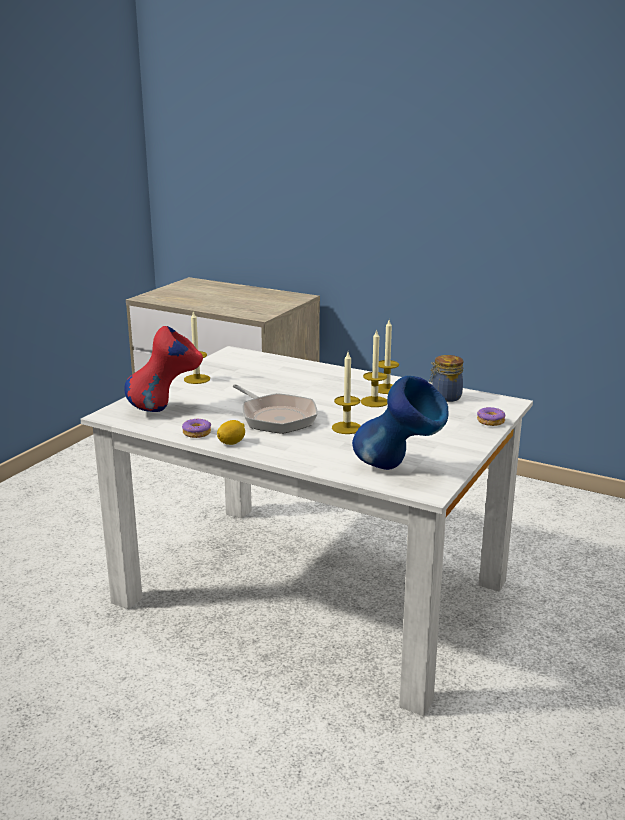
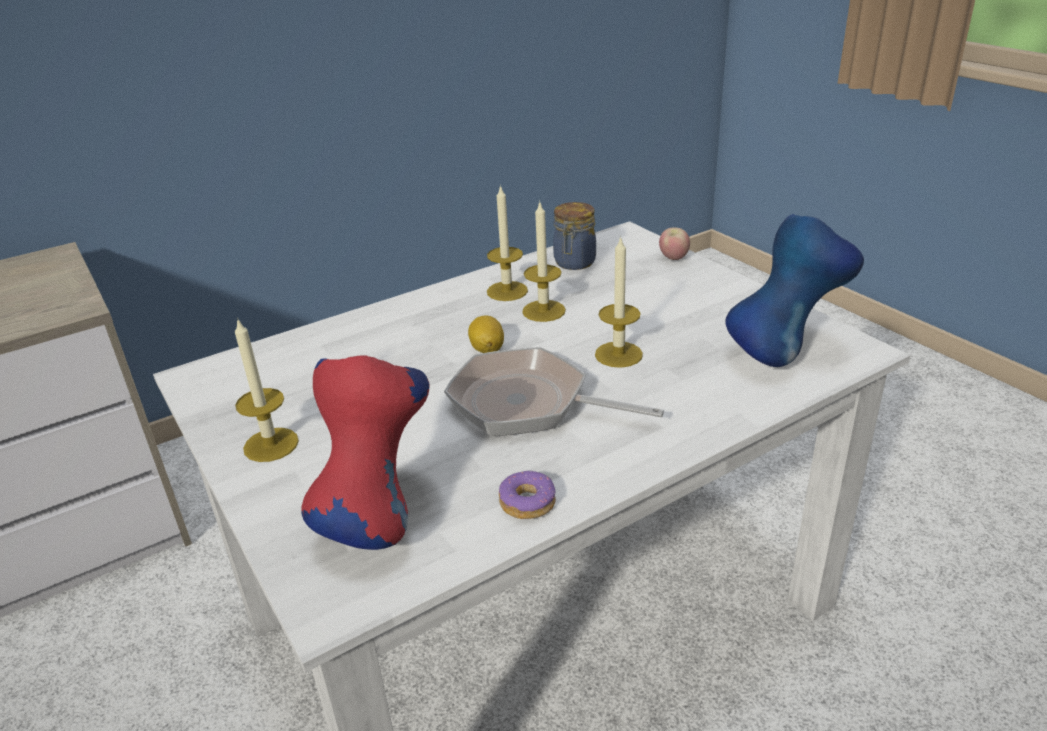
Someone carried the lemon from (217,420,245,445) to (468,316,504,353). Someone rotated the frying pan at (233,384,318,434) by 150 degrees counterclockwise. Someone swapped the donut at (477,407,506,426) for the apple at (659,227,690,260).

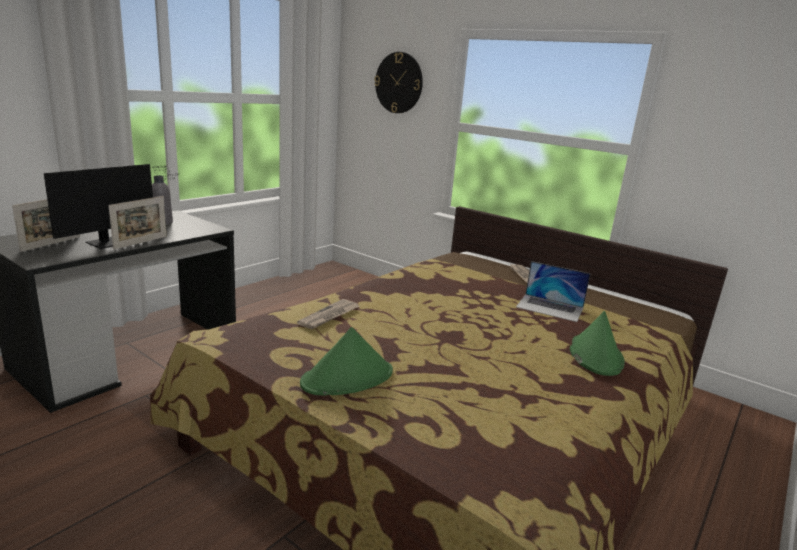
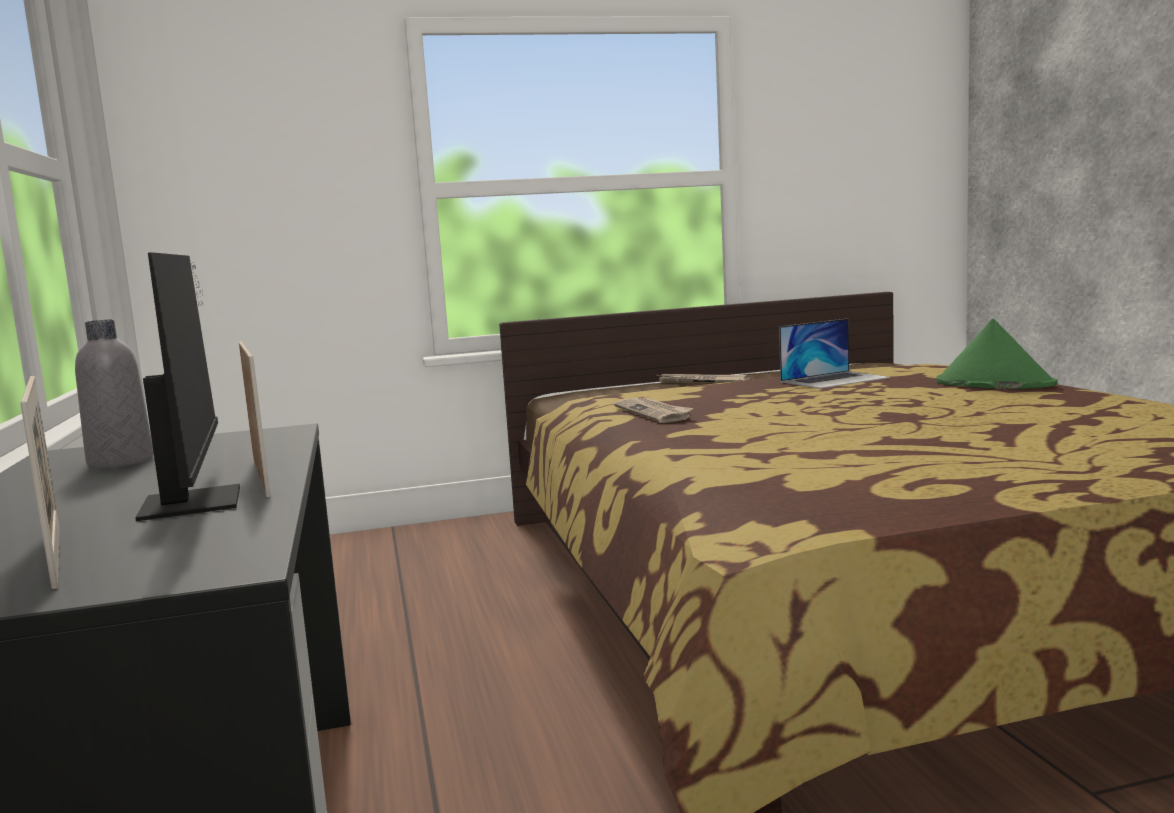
Someone carried the newspaper from (297,299,360,329) to (614,398,693,423). Someone took away the green hat at (300,327,393,395). Someone took away the wall clock at (374,52,423,113).

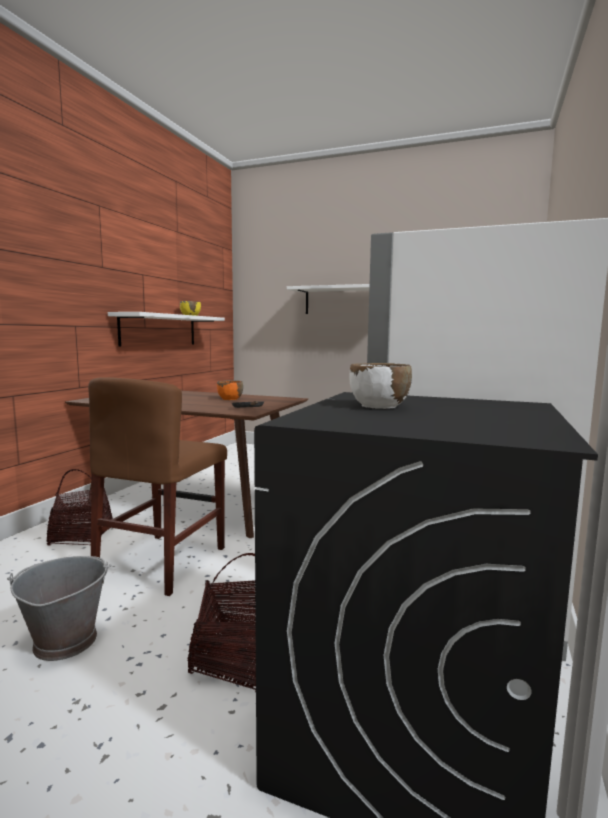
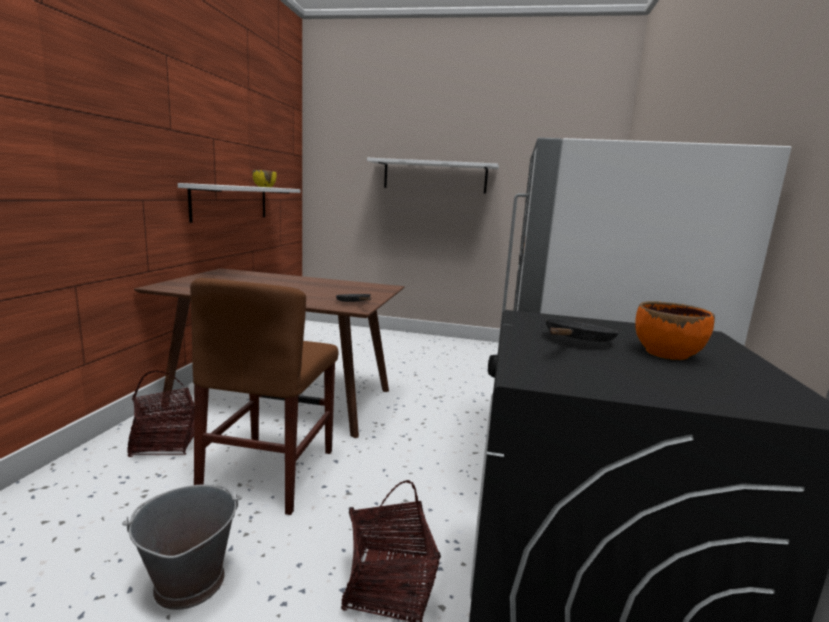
Someone carried the orange bowl from (217,380,243,400) to (635,301,715,360). Someone swapped the white bowl at (350,363,412,409) for the black frying pan at (545,318,619,342).

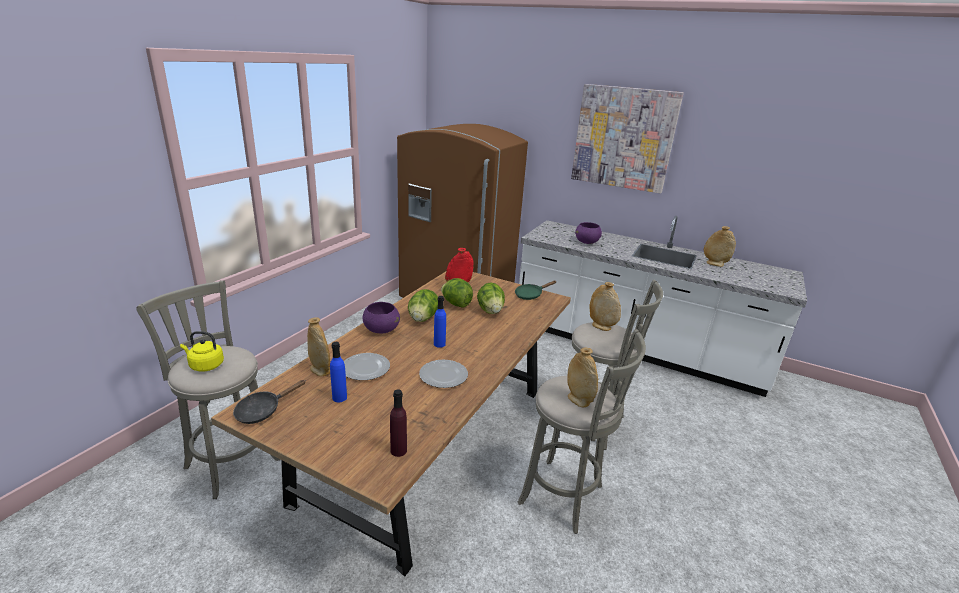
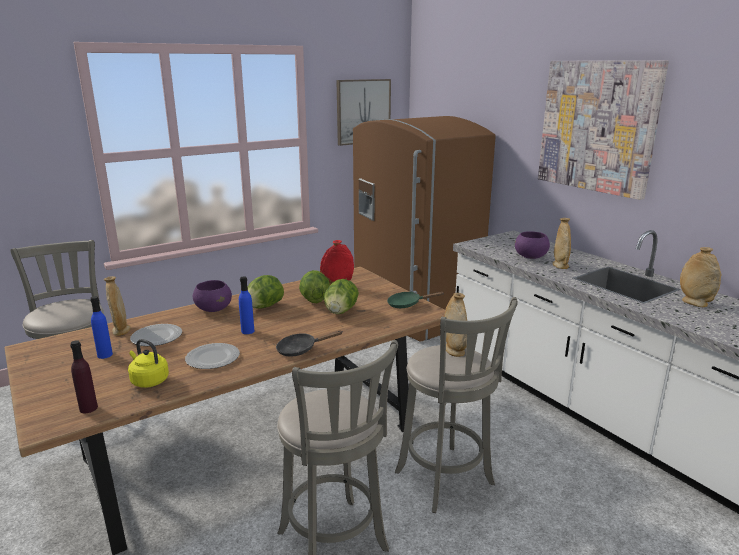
Someone carried the yellow kettle from (180,331,224,372) to (128,339,169,388). Someone carried the black frying pan from (233,380,305,424) to (276,330,342,357). Someone carried the beige vase from (567,348,598,408) to (552,218,571,269). Someone put up the picture at (336,79,391,146).

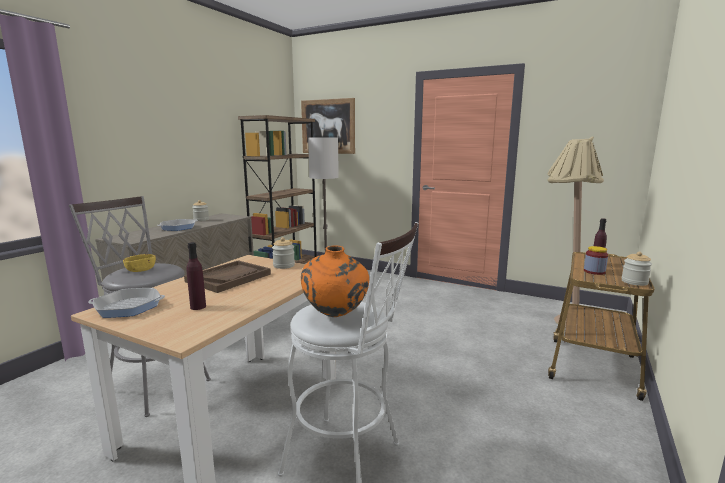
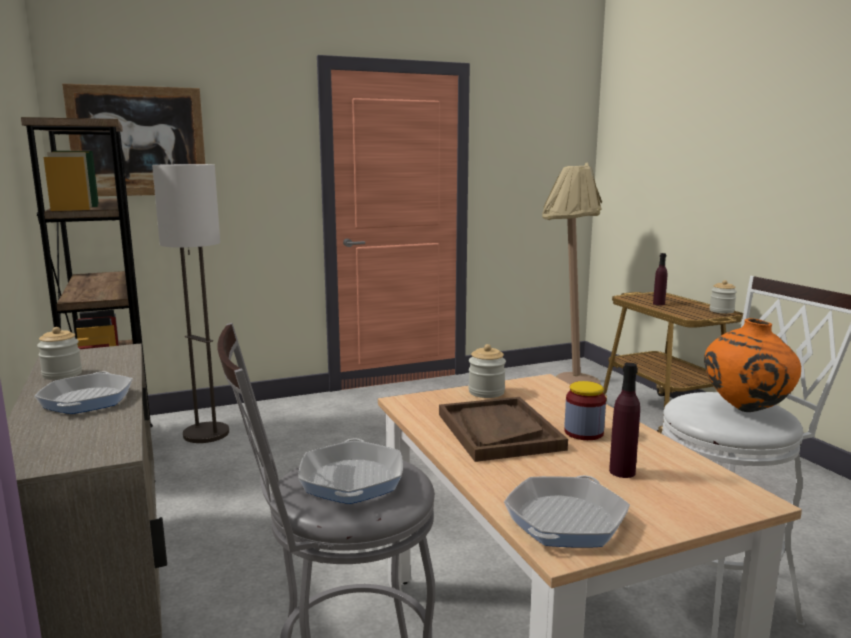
Someone swapped the yellow bowl at (123,254,156,272) for the frying pan at (298,438,403,504). Someone carried the jar from (584,246,608,275) to (564,381,606,440).

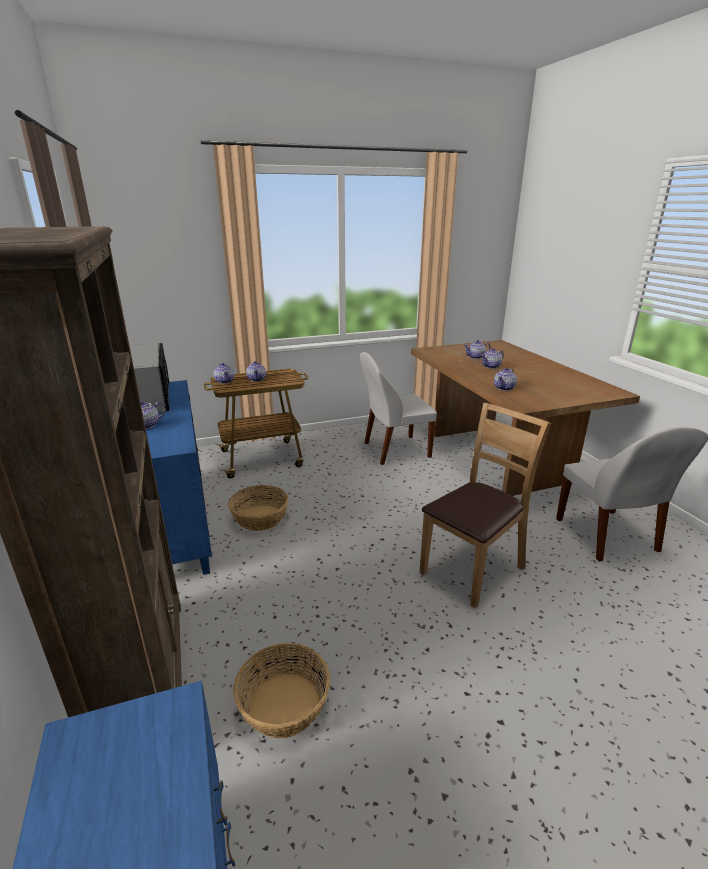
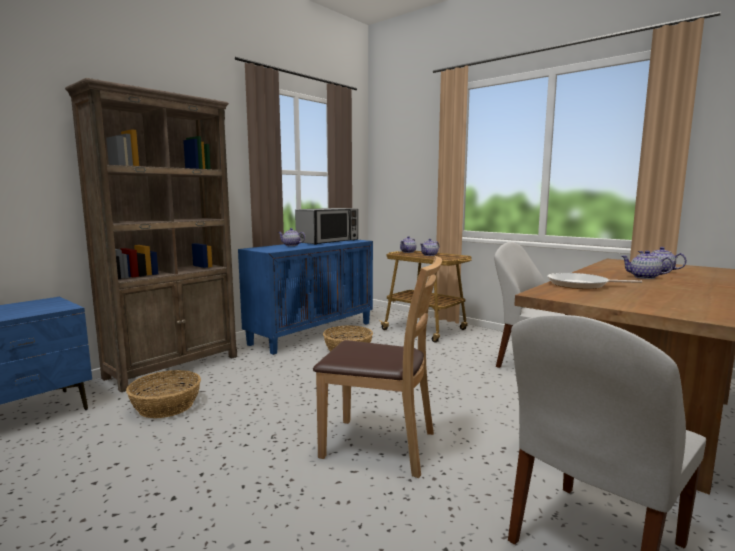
Someone swapped the teapot at (494,368,517,391) for the frying pan at (547,273,642,289).

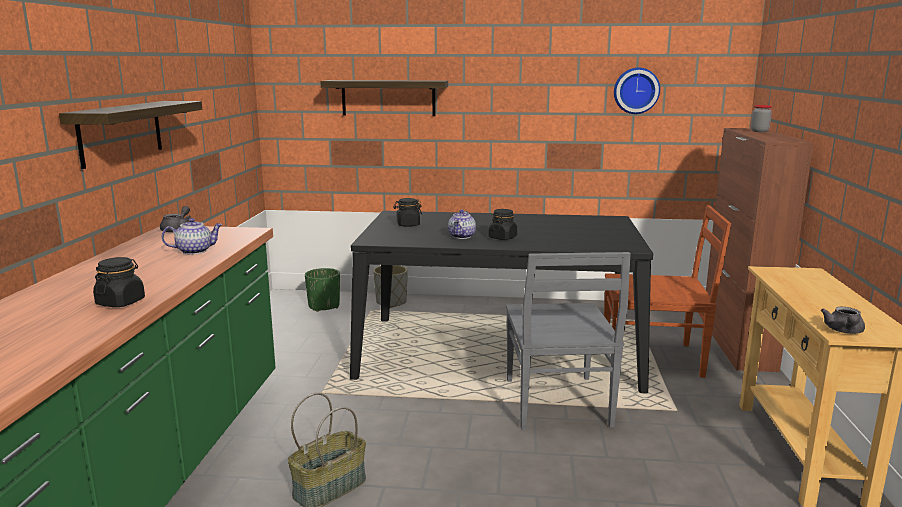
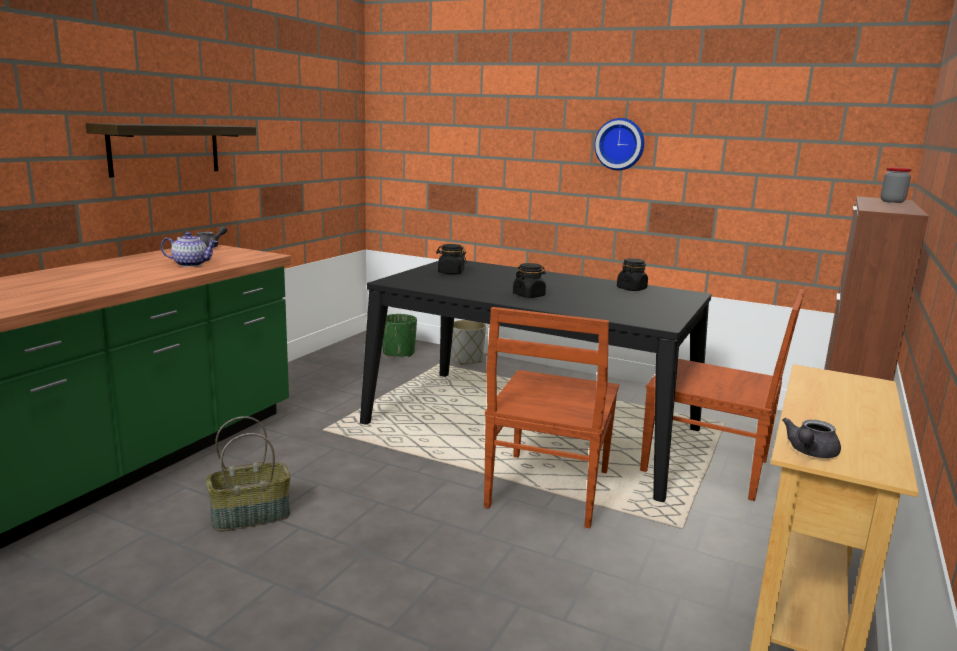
Someone carried the black jar from (93,257,145,307) to (617,259,648,291). Someone took away the shelf at (321,80,448,116). Someone took away the teapot at (448,210,476,239). Someone repainted the grey chair at (506,252,631,430), which became the brown chair at (484,307,619,528). Someone carried the wall clock from (614,68,660,114) to (594,118,644,170).

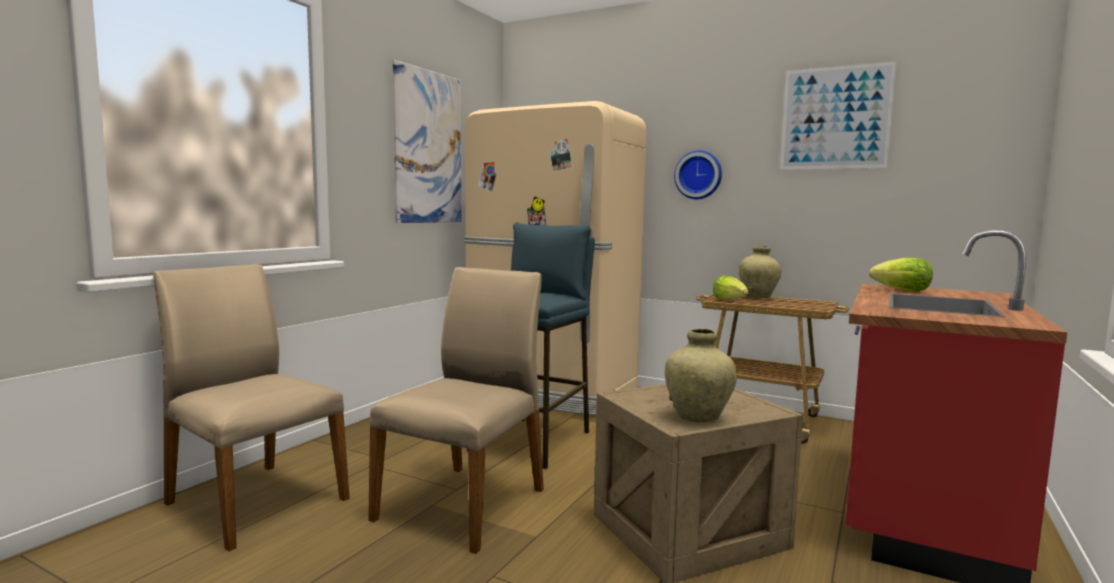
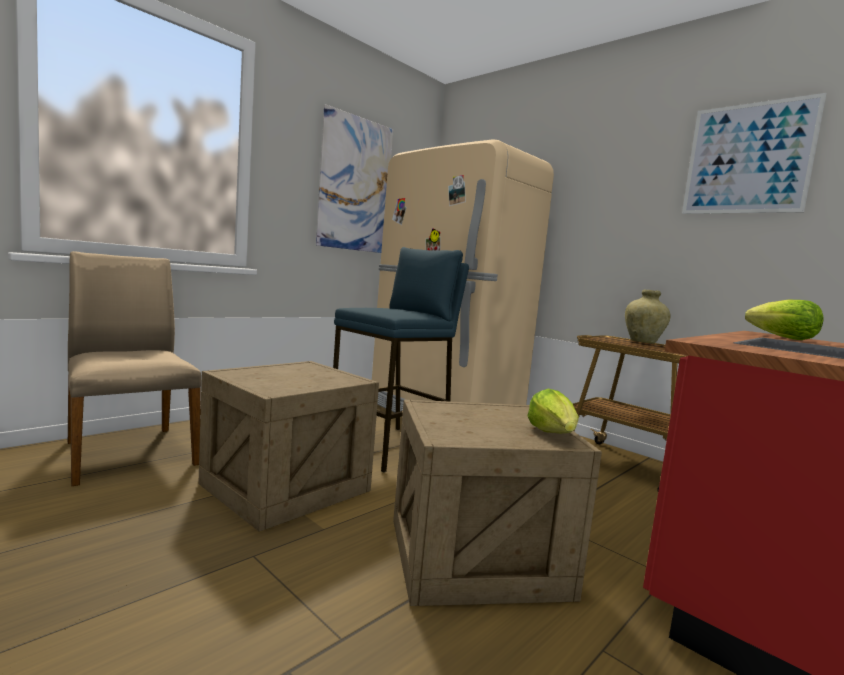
Someone swapped the beige chair at (368,267,544,554) for the crate at (198,361,379,532). Someone took away the beige vase at (665,329,737,423). Someone took away the wall clock at (674,150,722,199). Someone carried the lettuce from (713,275,748,300) to (527,388,579,433).

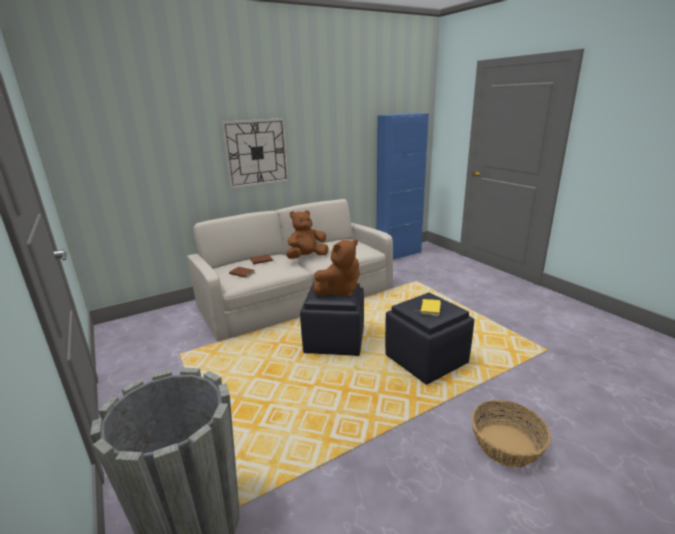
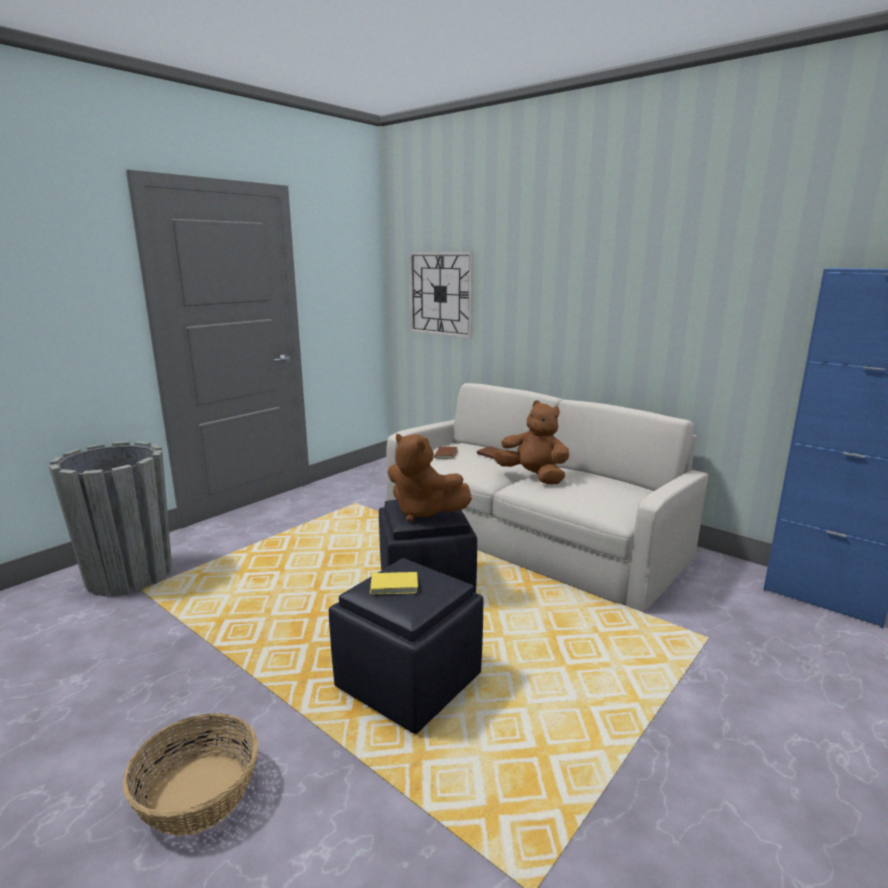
Someone carried the wall clock from (222,118,289,189) to (409,252,474,338).

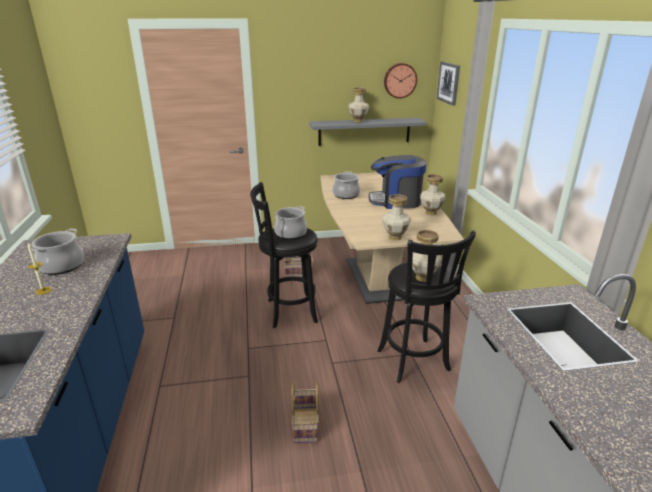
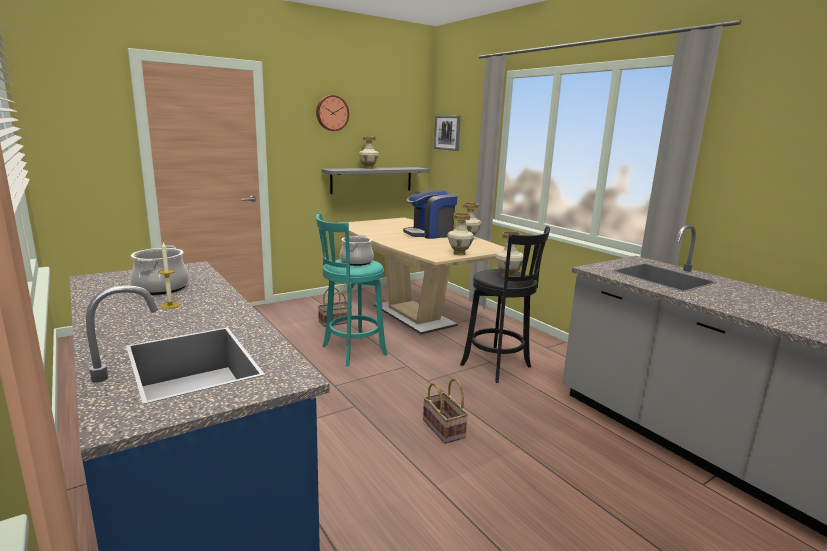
Someone repainted the black stool at (250,182,318,328), which became the turquoise stool at (316,212,388,366). Someone took away the cooking pot at (332,171,360,199). Someone carried the wall clock from (384,63,417,99) to (316,95,349,131).

